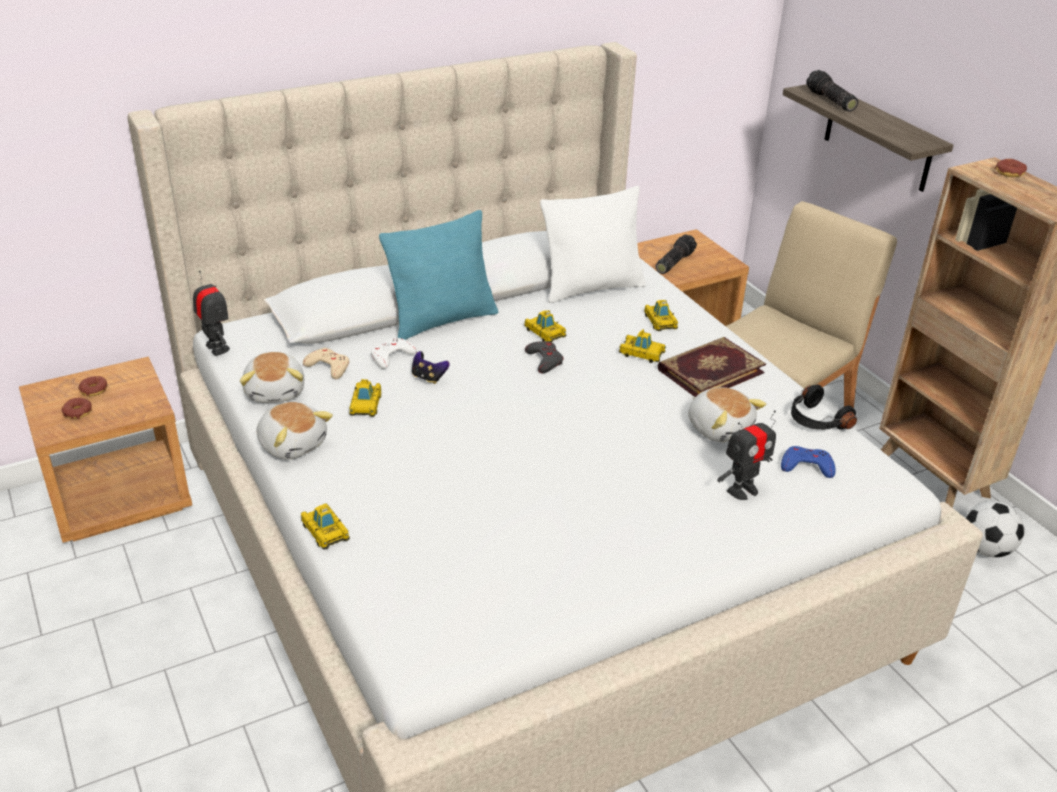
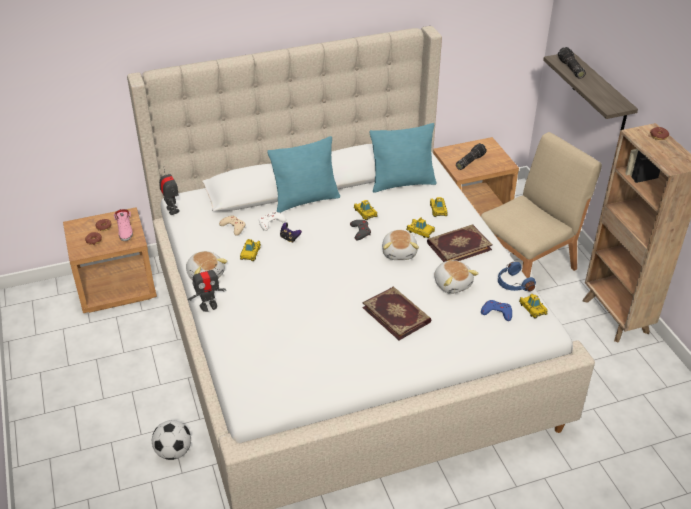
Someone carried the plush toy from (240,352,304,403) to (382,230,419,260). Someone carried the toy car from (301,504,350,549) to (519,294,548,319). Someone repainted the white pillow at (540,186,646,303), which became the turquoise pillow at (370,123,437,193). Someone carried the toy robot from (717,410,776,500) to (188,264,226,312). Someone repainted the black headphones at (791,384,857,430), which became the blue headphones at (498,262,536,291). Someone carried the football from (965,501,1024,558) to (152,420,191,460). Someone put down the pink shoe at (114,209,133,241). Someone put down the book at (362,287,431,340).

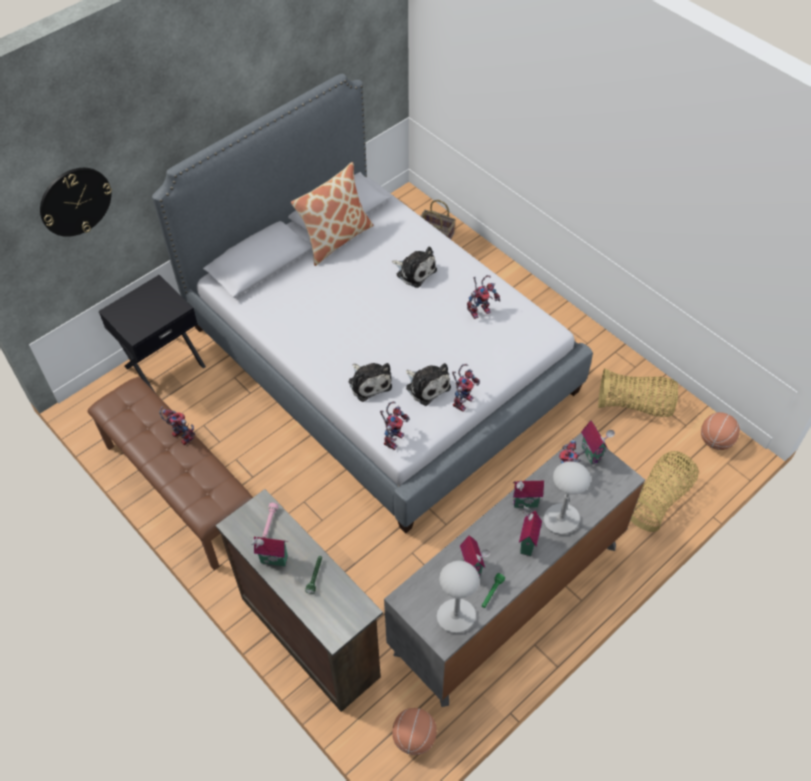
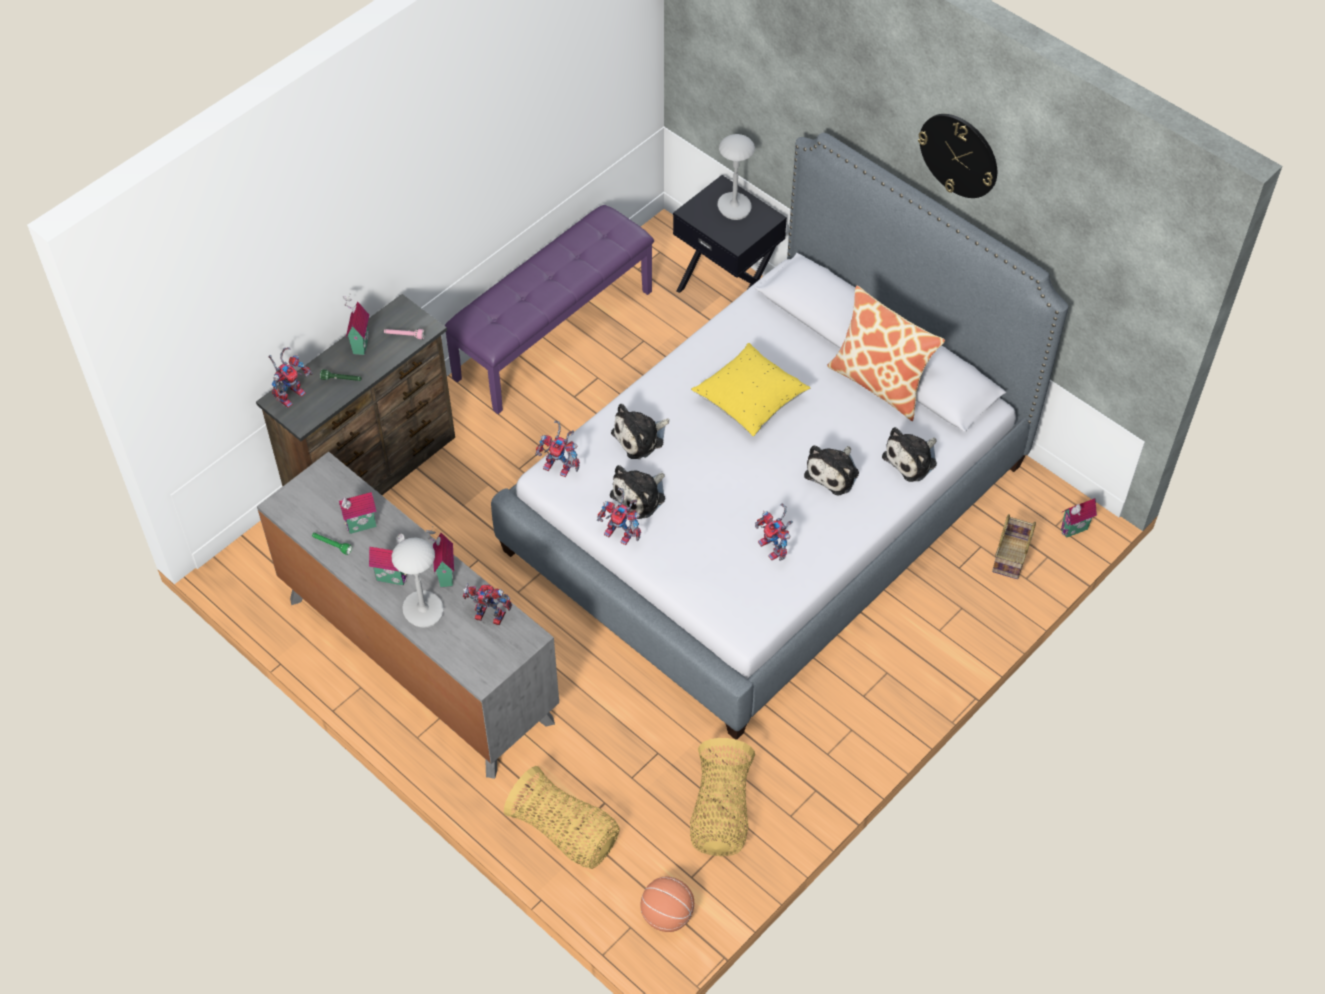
Someone carried the wall clock from (40,168,112,237) to (918,114,997,198). Someone repainted the brown bench at (87,377,253,570), which became the purple bench at (444,205,654,414). Someone carried the toy robot from (159,406,195,445) to (269,347,313,408). Someone took away the basketball at (392,708,437,755). Someone carried the grey table lamp from (437,561,480,633) to (718,134,755,220). Someone carried the toy house from (581,421,615,465) to (1061,498,1097,538). Someone put down the yellow pillow at (691,343,810,436). Someone put down the plush toy at (882,427,937,482).

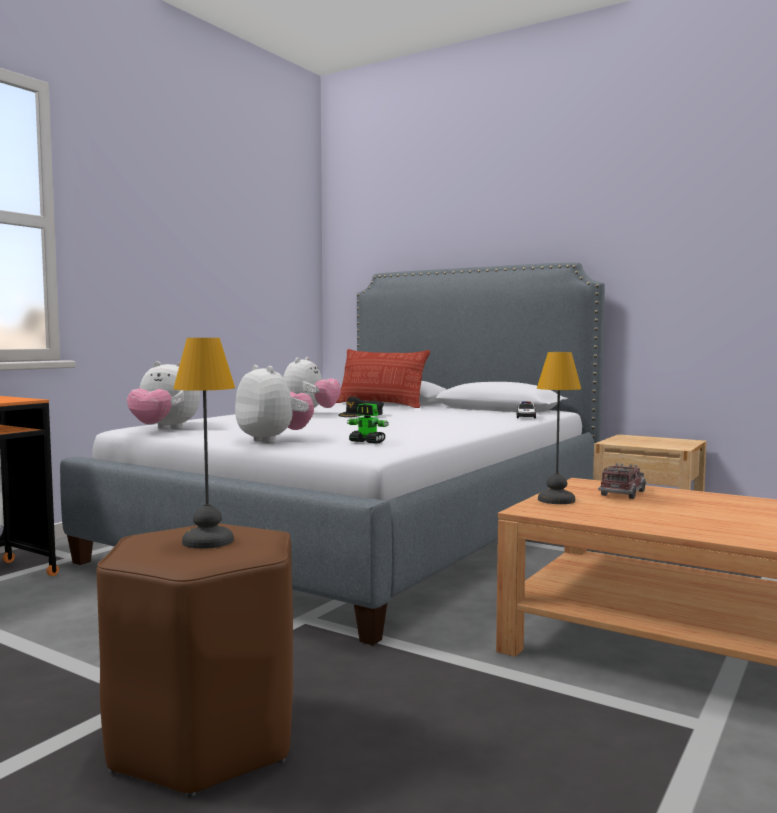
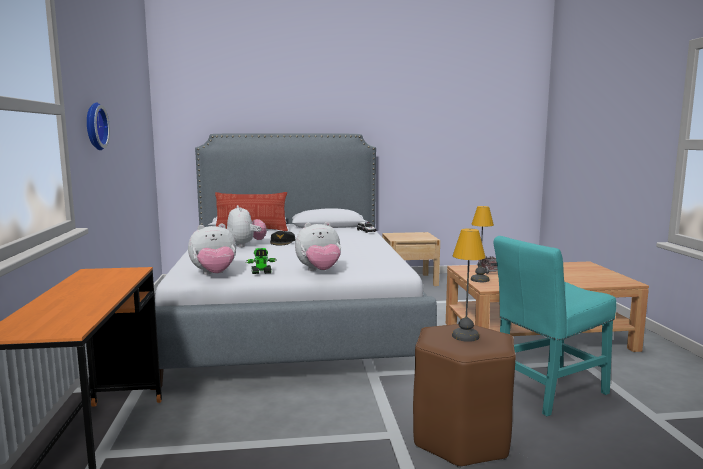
Someone rotated the plush toy at (235,365,314,443) by 150 degrees clockwise. Someone carried the toy robot from (347,404,389,444) to (246,248,277,274). Someone put up the wall clock at (87,103,110,150). Someone put down the turquoise chair at (494,236,616,416).

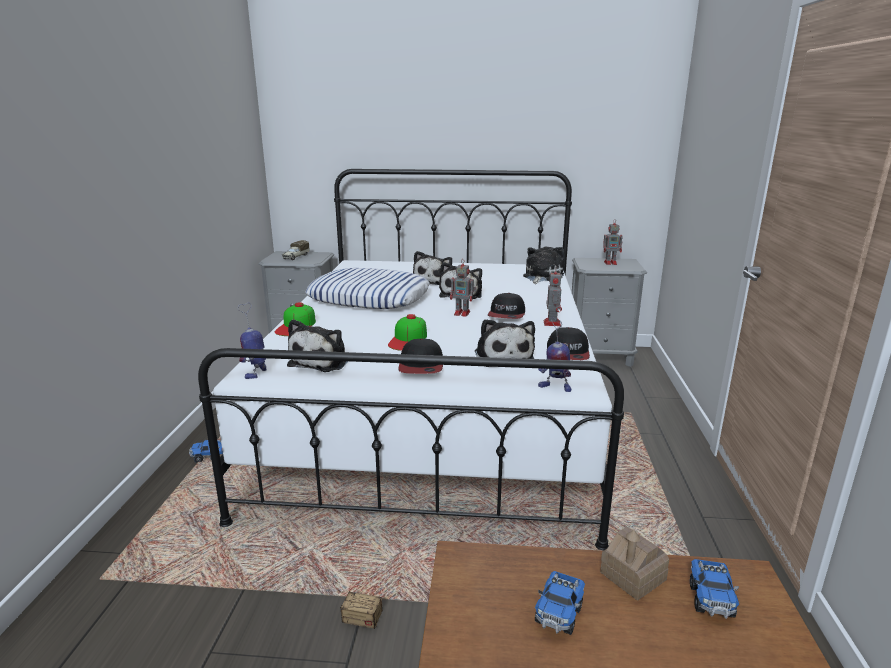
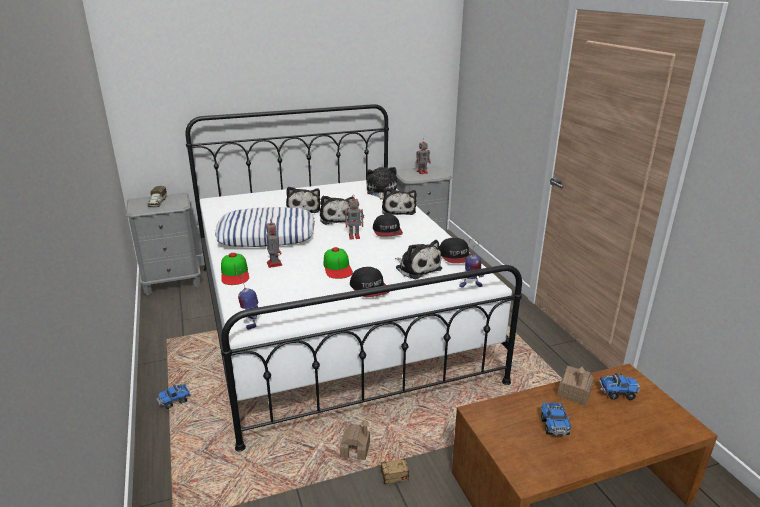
Someone carried the plush toy from (287,319,348,372) to (382,188,417,215). Someone carried the toy robot from (544,271,562,326) to (266,219,282,268). Someone rotated the toy truck at (690,559,739,619) by 75 degrees counterclockwise. Someone put down the toy house at (340,420,370,460).

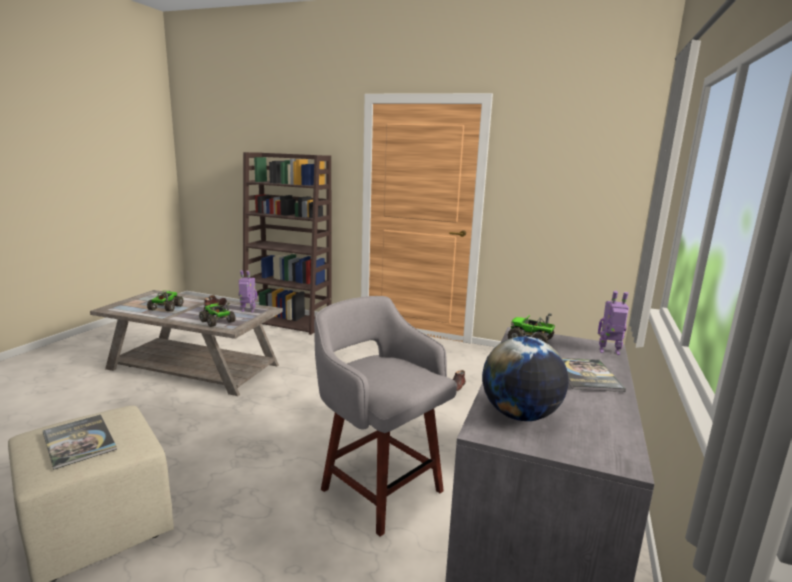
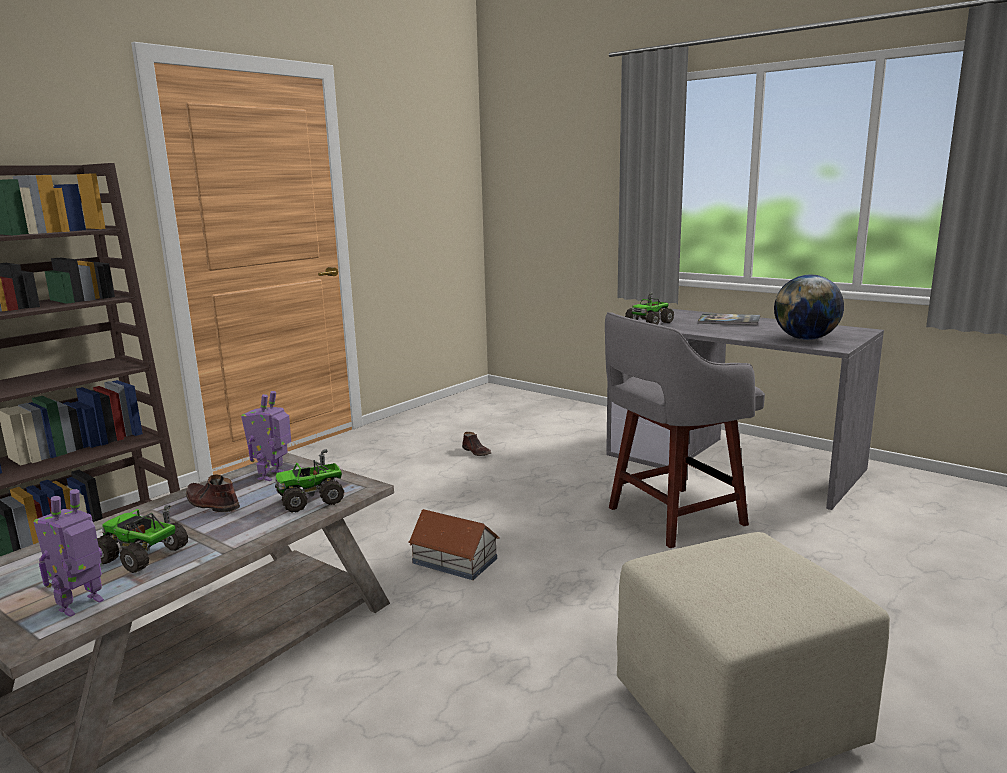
Someone took away the book at (43,415,117,470). Someone carried the toy robot from (598,291,629,355) to (33,489,104,617). Someone put down the toy house at (408,509,500,580).

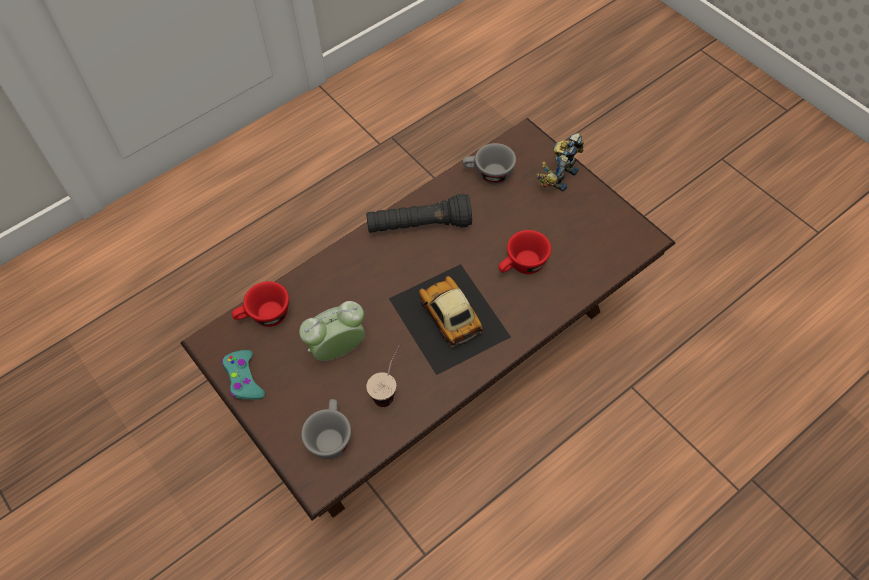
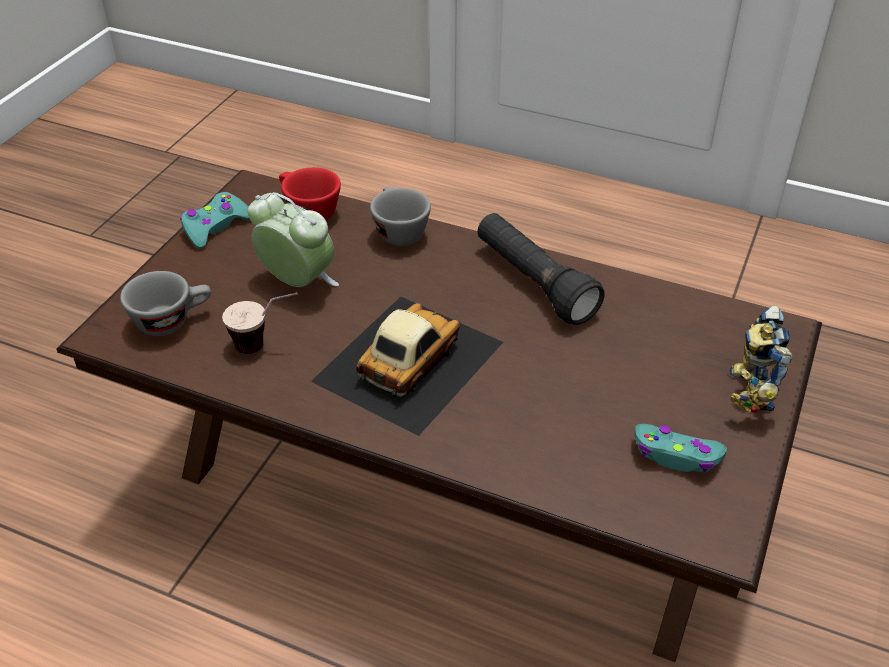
Someone carried the grey cup from (462,143,516,185) to (370,187,431,246). Someone took away the red cup at (499,230,551,274). Someone rotated the toy robot at (537,133,584,191) by 90 degrees counterclockwise. Someone put down the turquoise game controller at (634,424,727,472).

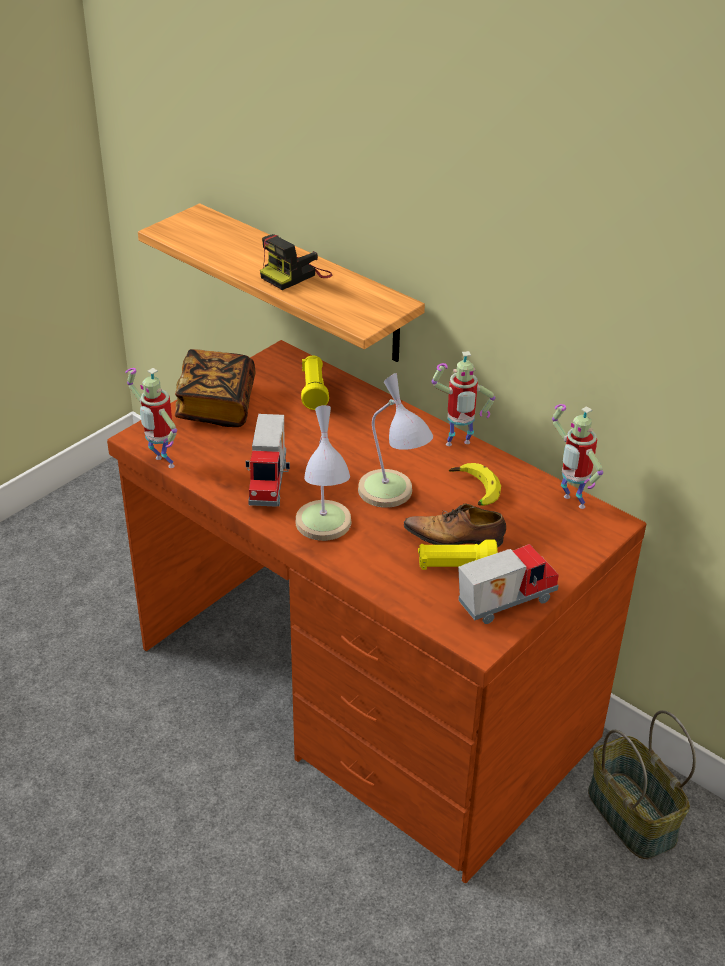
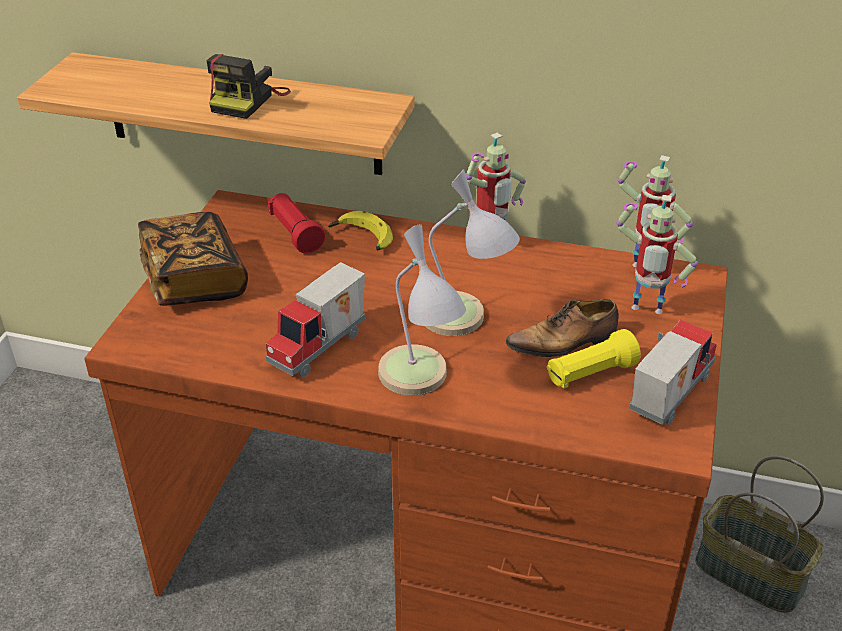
Someone carried the toy robot from (125,368,177,468) to (616,195,698,314). Someone rotated the toy truck at (246,414,290,507) by 60 degrees clockwise. Someone repainted the yellow flashlight at (301,355,329,410), which became the red flashlight at (268,193,325,253). Someone carried the banana from (449,463,501,506) to (328,211,393,251).

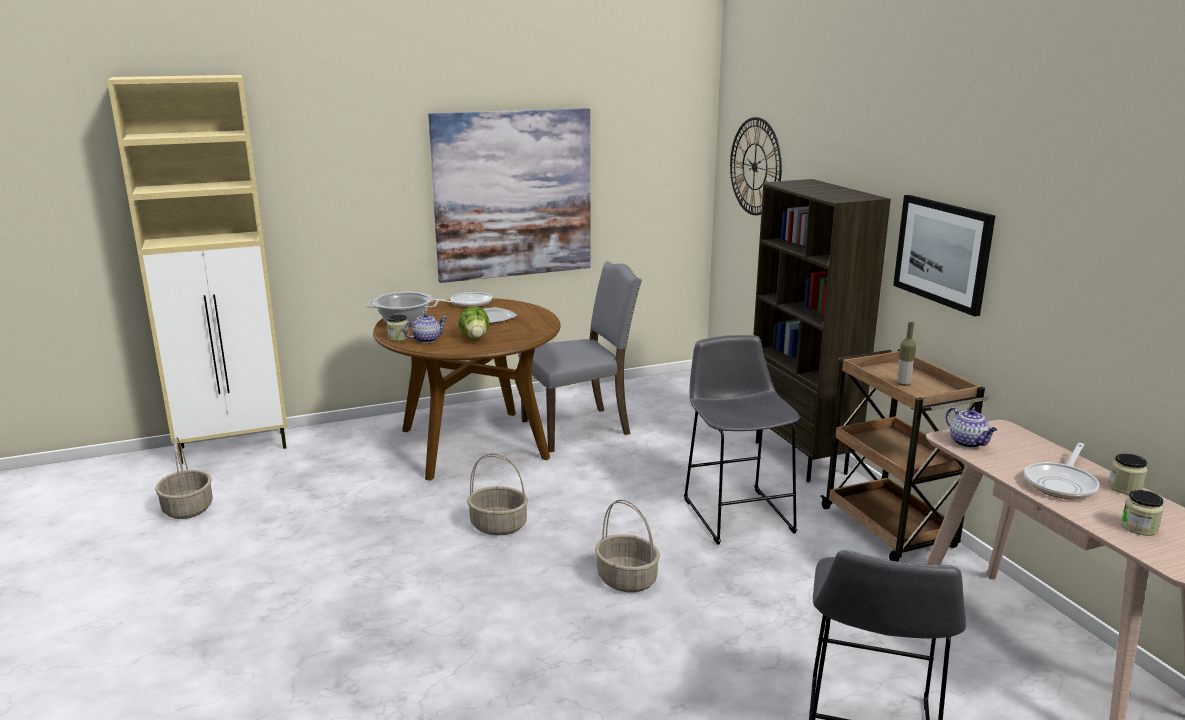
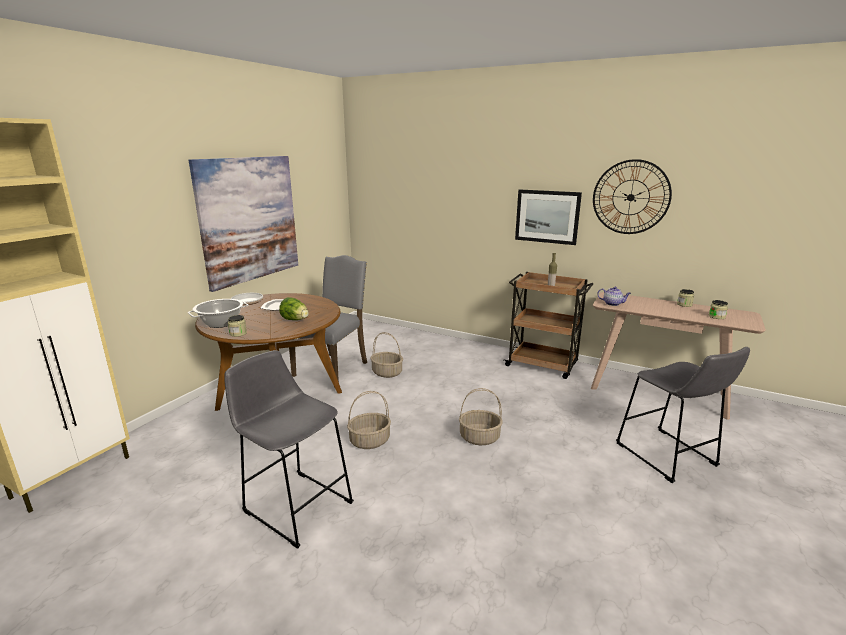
Someone carried the basket from (155,437,213,519) to (371,332,403,378). Someone took away the teapot at (404,313,447,343). Someone carried the grey stool from (684,335,800,545) to (224,350,354,549). Someone carried the wall clock from (730,117,782,215) to (593,159,672,234). Someone took away the brown bookcase at (753,179,891,482). Someone took away the frying pan at (1024,443,1099,499).

